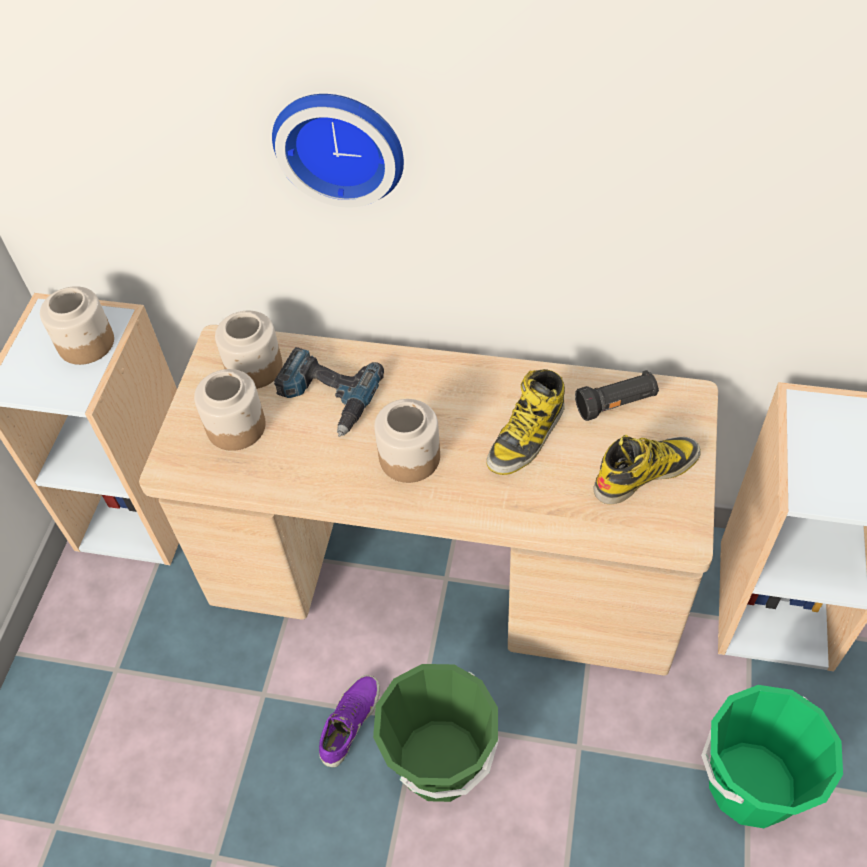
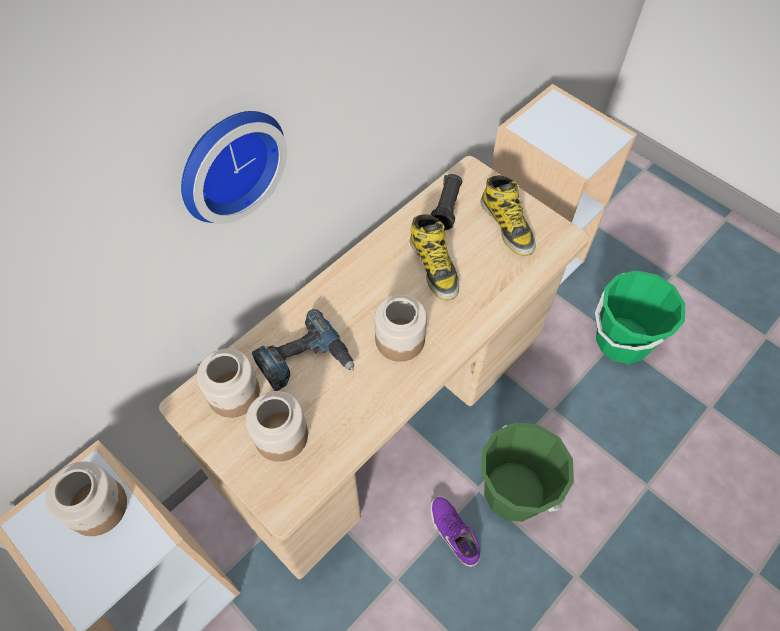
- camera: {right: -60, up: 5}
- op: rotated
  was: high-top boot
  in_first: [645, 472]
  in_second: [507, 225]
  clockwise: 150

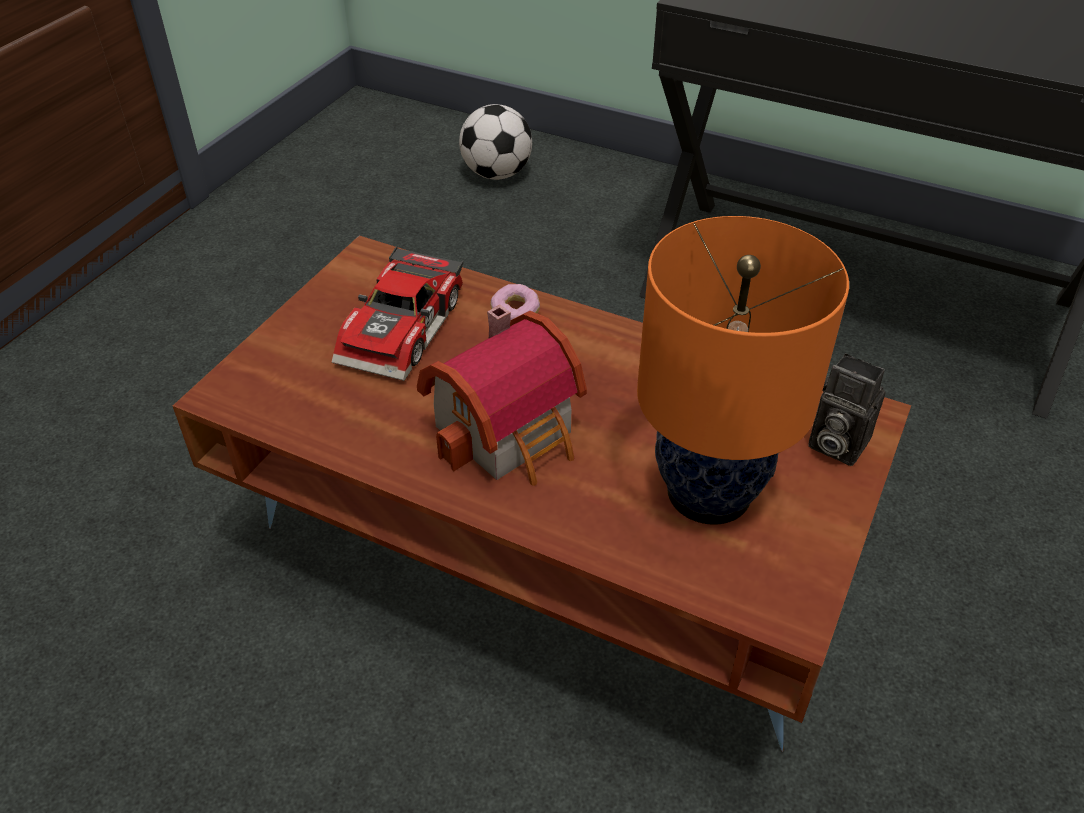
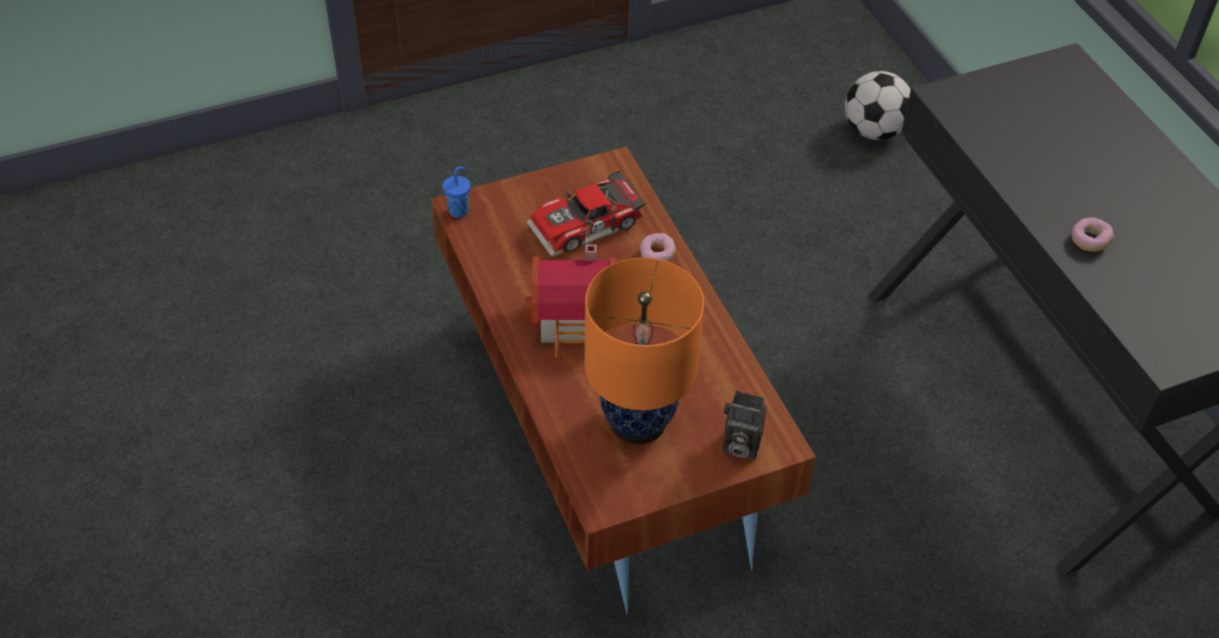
- camera: {right: 40, up: 5}
- op: new
  now: cup in blue
  in_second: [459, 210]
- op: new
  now: doughnut
  in_second: [1089, 241]
- op: rotated
  was: still camera
  in_first: [834, 444]
  in_second: [739, 445]
  clockwise: -60

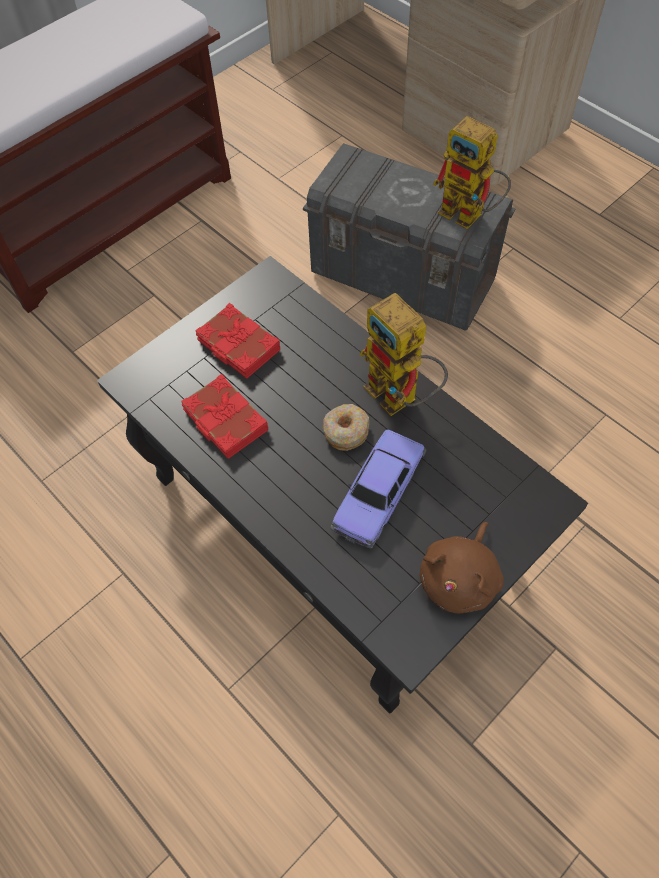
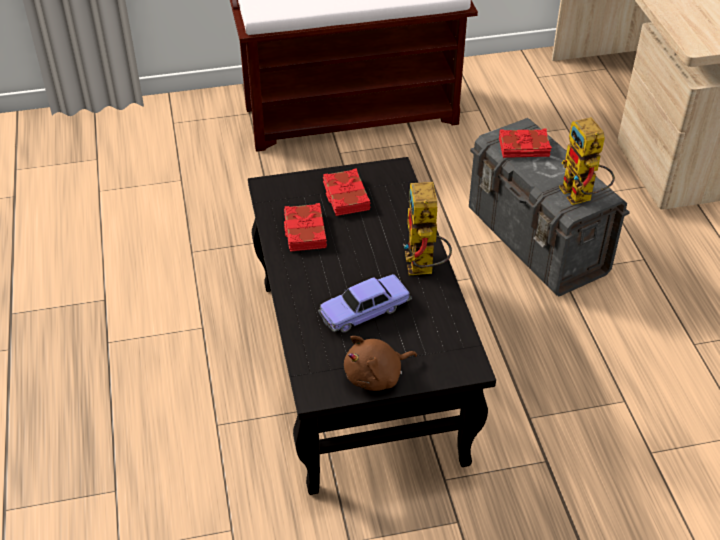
- camera: {right: 30, up: -15}
- op: gone
  was: doughnut
  in_first: [345, 431]
- op: new
  now: book in reddish
  in_second: [524, 148]

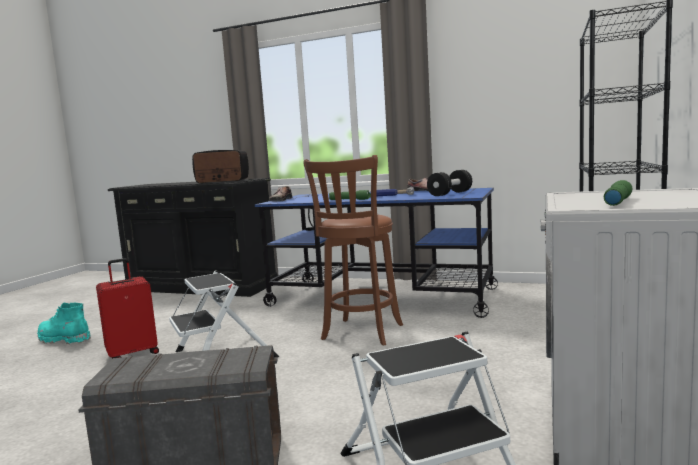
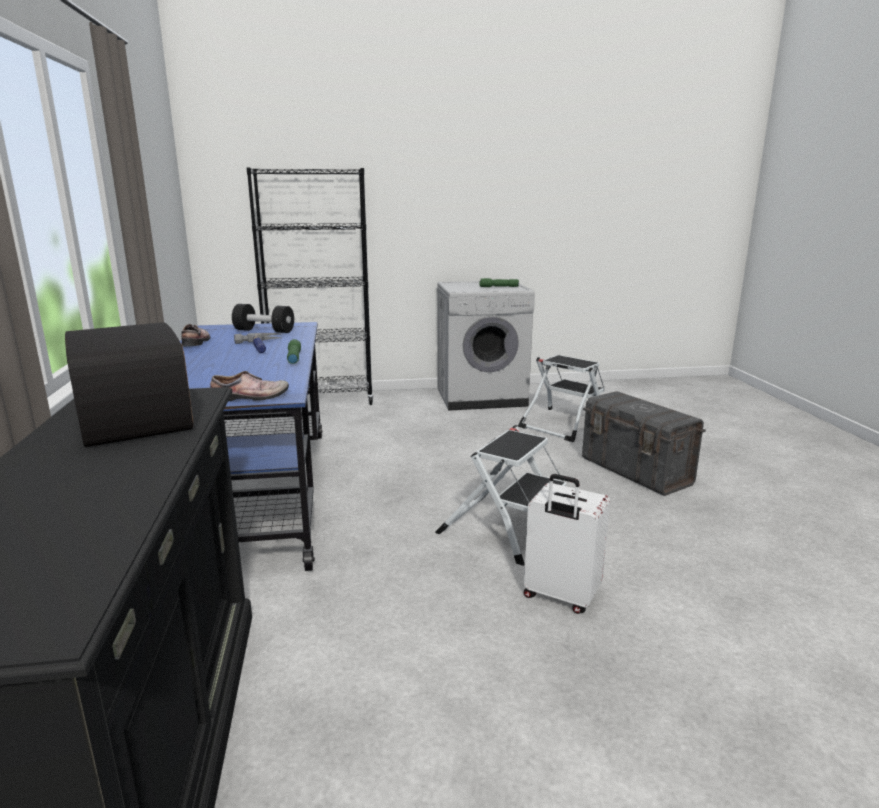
- camera: {right: -120, up: 10}
- op: gone
  was: high-top boot in turquoise-coloured
  in_first: [64, 340]
- op: gone
  was: stool seat in brownish
  in_first: [361, 333]
- op: repainted
  was: suitcase in reddish
  now: suitcase in whitish
  in_first: [133, 354]
  in_second: [560, 596]

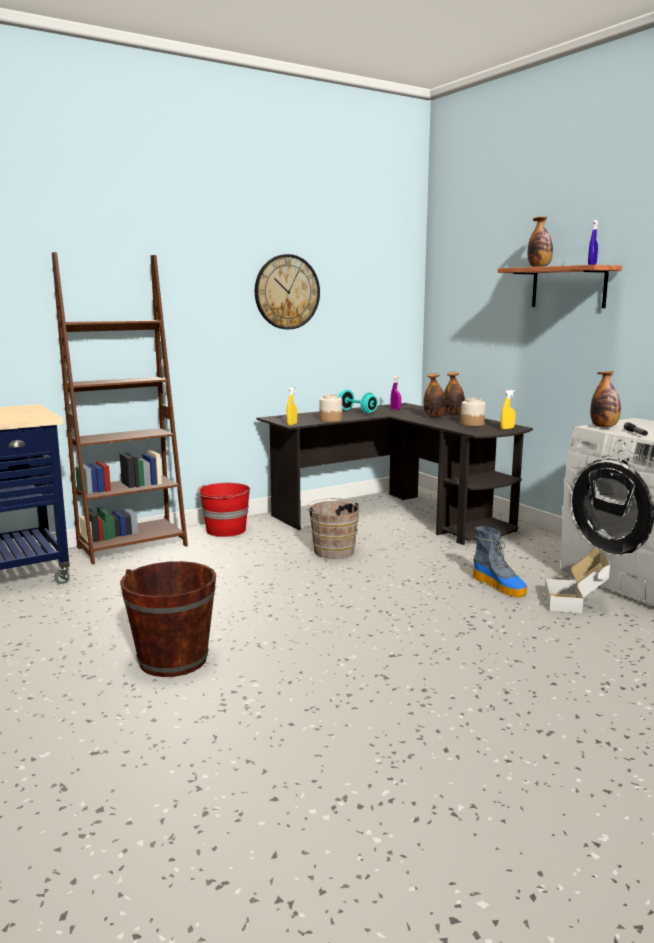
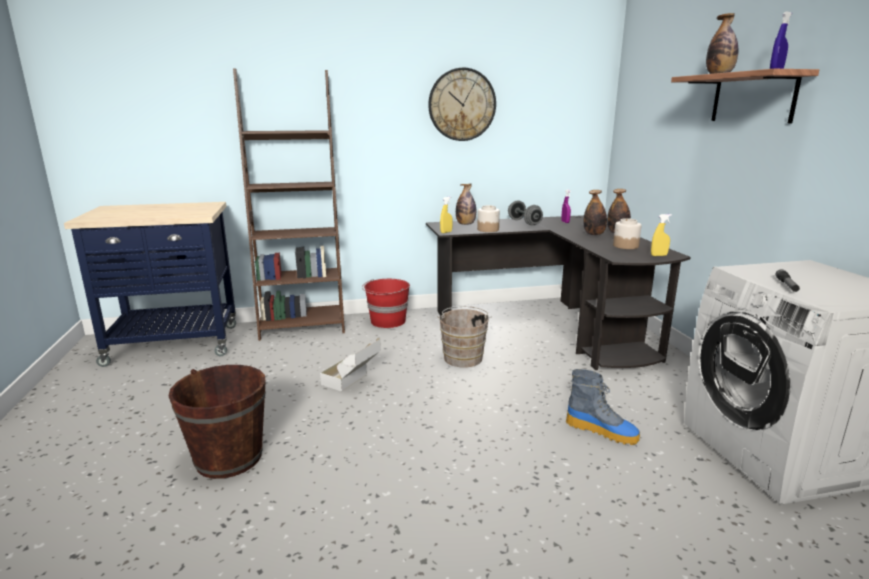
- camera: {right: 20, up: 5}
- op: shifted
  was: carton
  in_first: [575, 603]
  in_second: [352, 382]
- op: shifted
  was: drink bottle
  in_first: [604, 427]
  in_second: [465, 224]
- op: repainted
  was: dumbbell in turquoise-coloured
  now: dumbbell in gray
  in_first: [357, 411]
  in_second: [524, 222]
- op: rotated
  was: high-top boot
  in_first: [499, 586]
  in_second: [602, 431]
  clockwise: -45

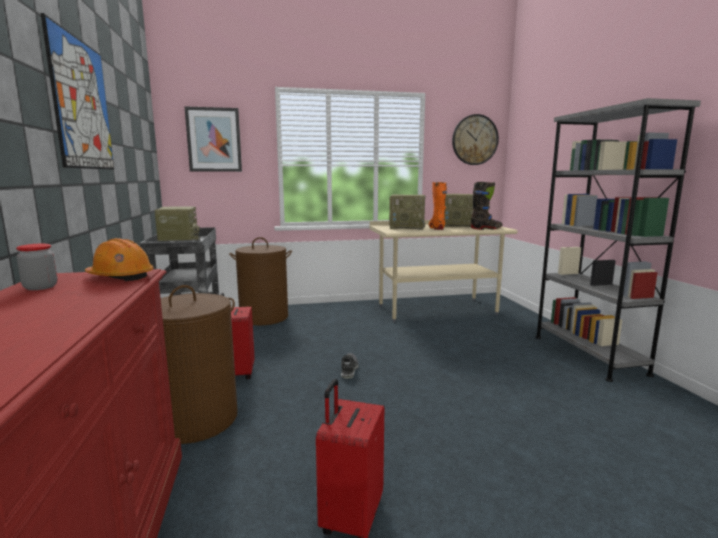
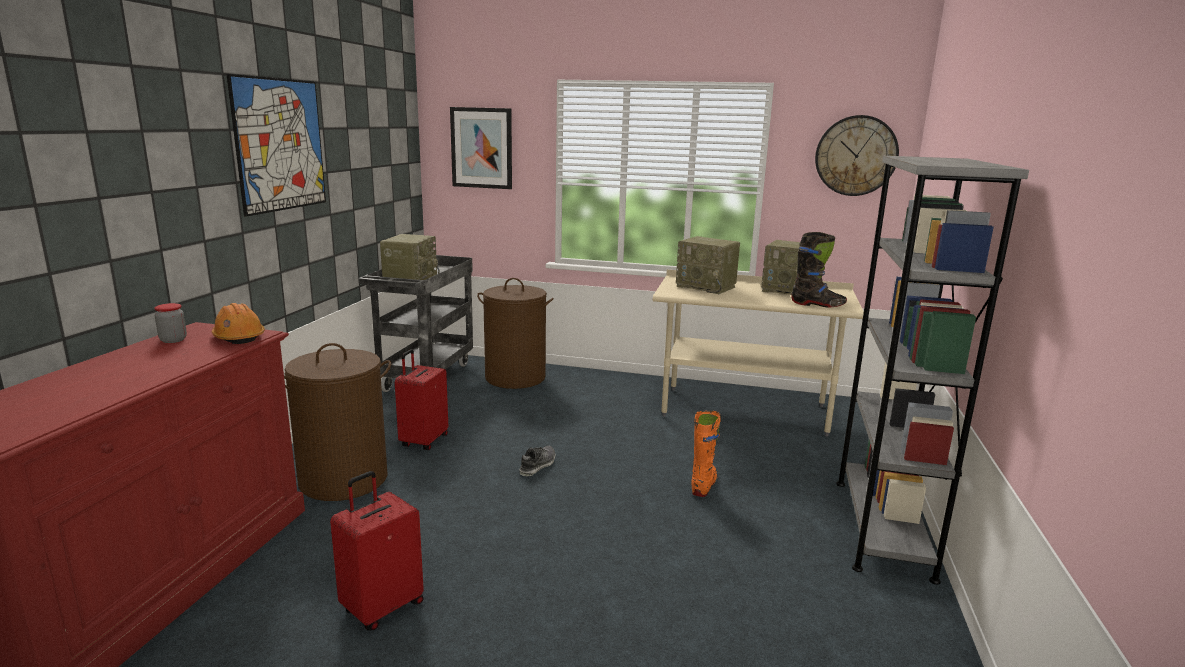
- camera: {right: 25, up: 5}
- op: shifted
  was: high-top boot in orange
  in_first: [436, 228]
  in_second: [704, 485]

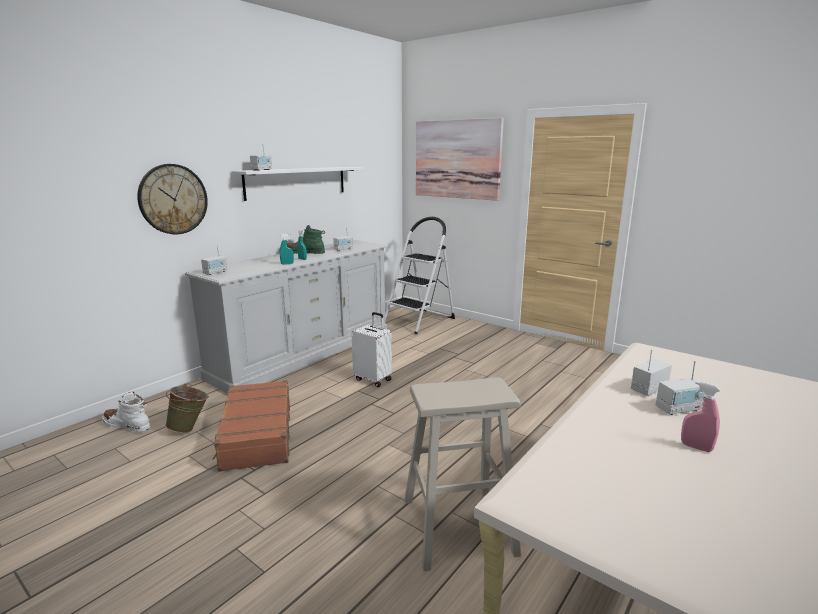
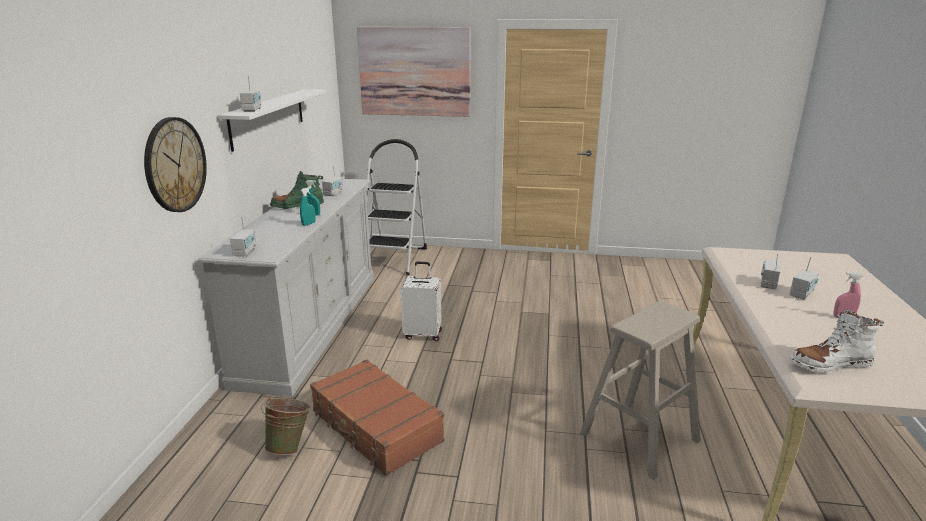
- camera: {right: -30, up: 5}
- op: shifted
  was: high-top boot in whitish
  in_first: [127, 425]
  in_second: [830, 364]

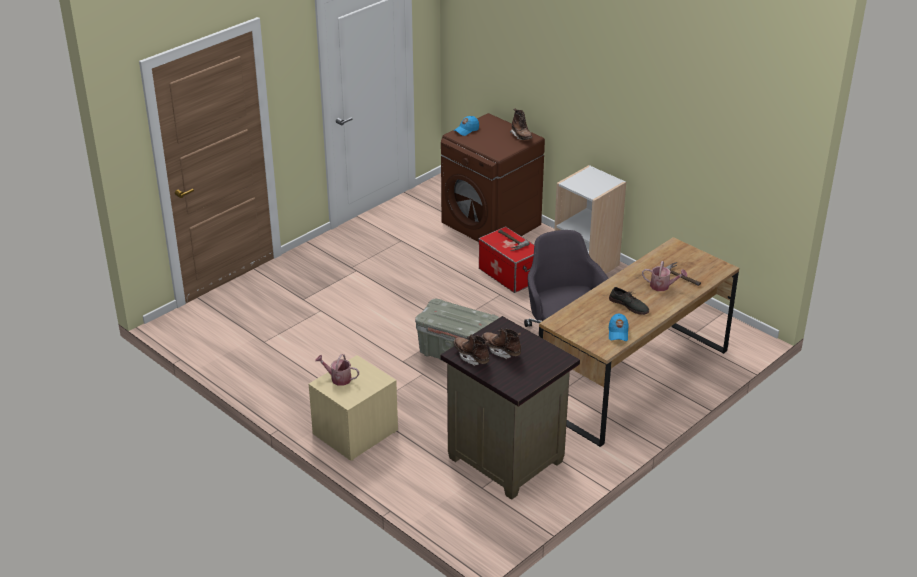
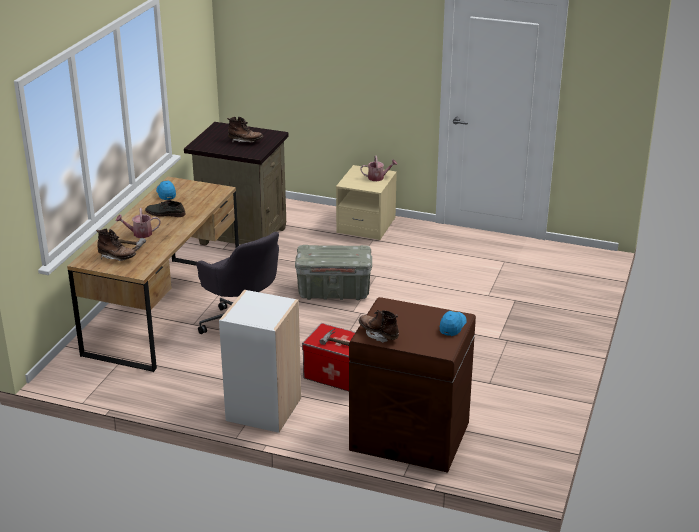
- camera: {right: 155, up: -5}
- op: shifted
  was: high-top boot in brownish
  in_first: [471, 357]
  in_second: [117, 258]

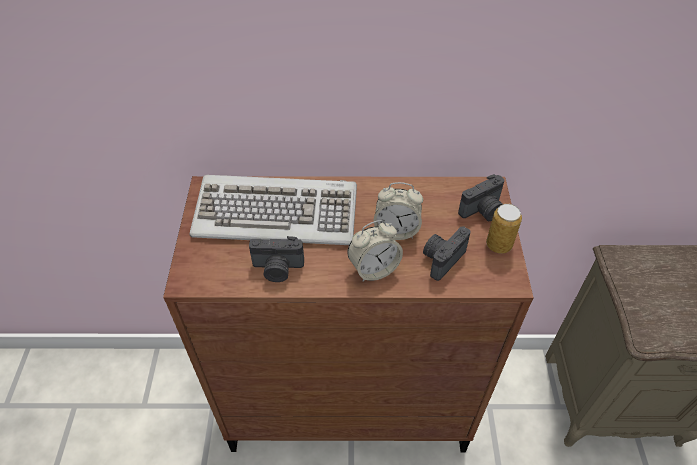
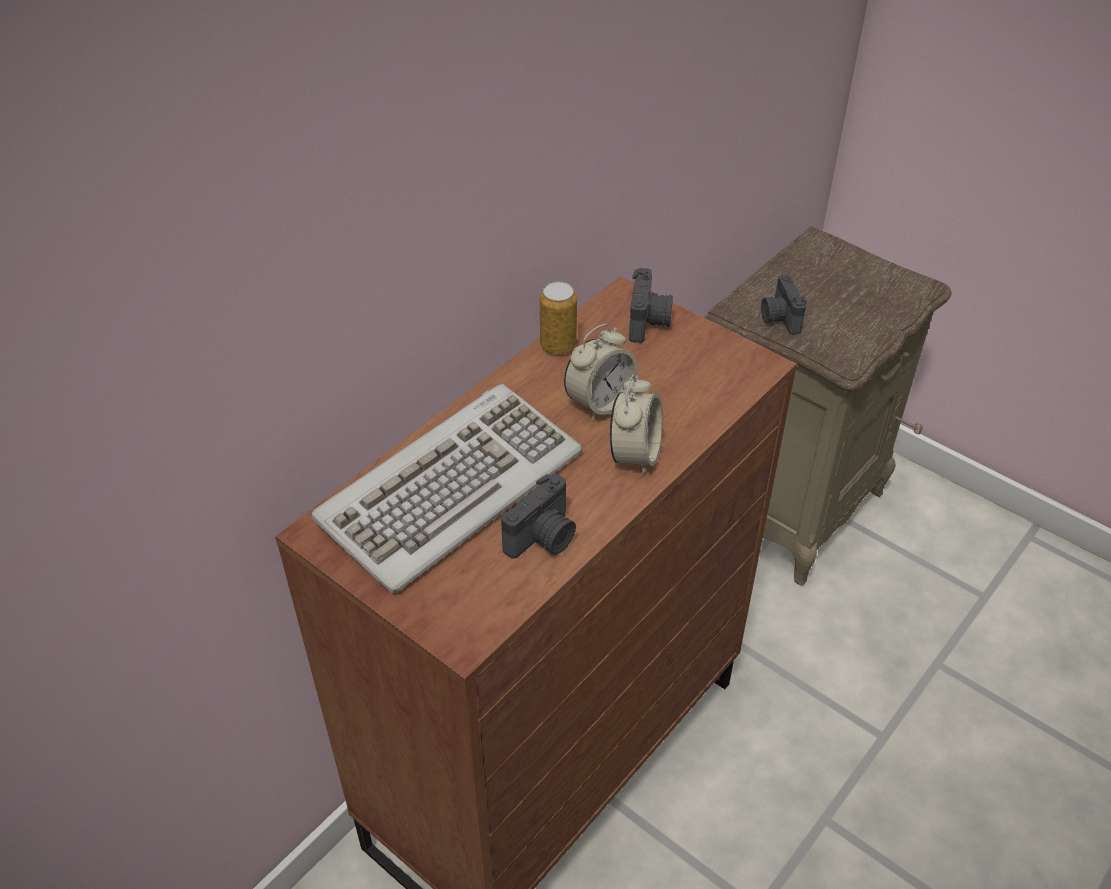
- camera: {right: -50, up: -5}
- op: shifted
  was: still camera
  in_first: [441, 259]
  in_second: [779, 318]
- op: shifted
  was: metal can
  in_first: [498, 245]
  in_second: [558, 345]

